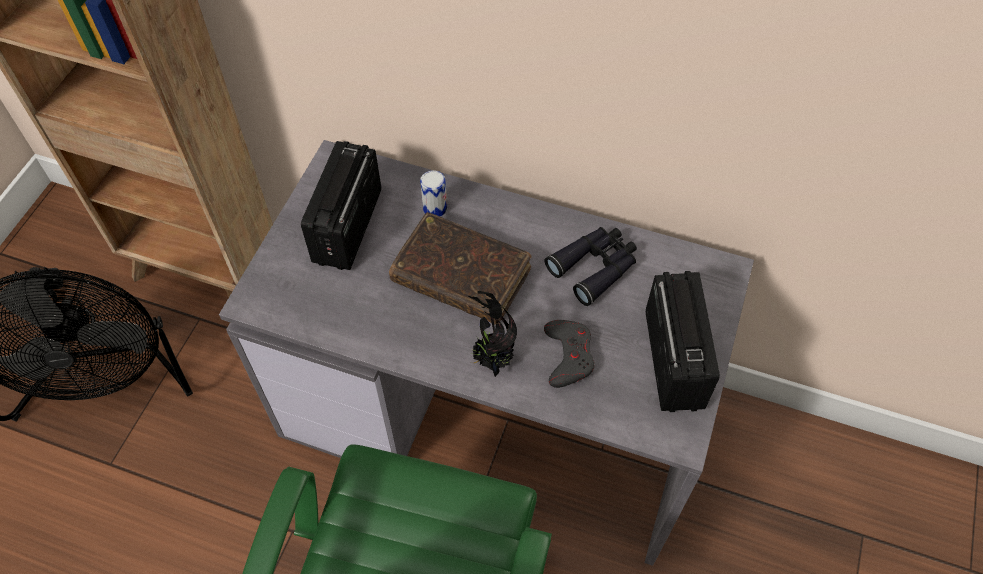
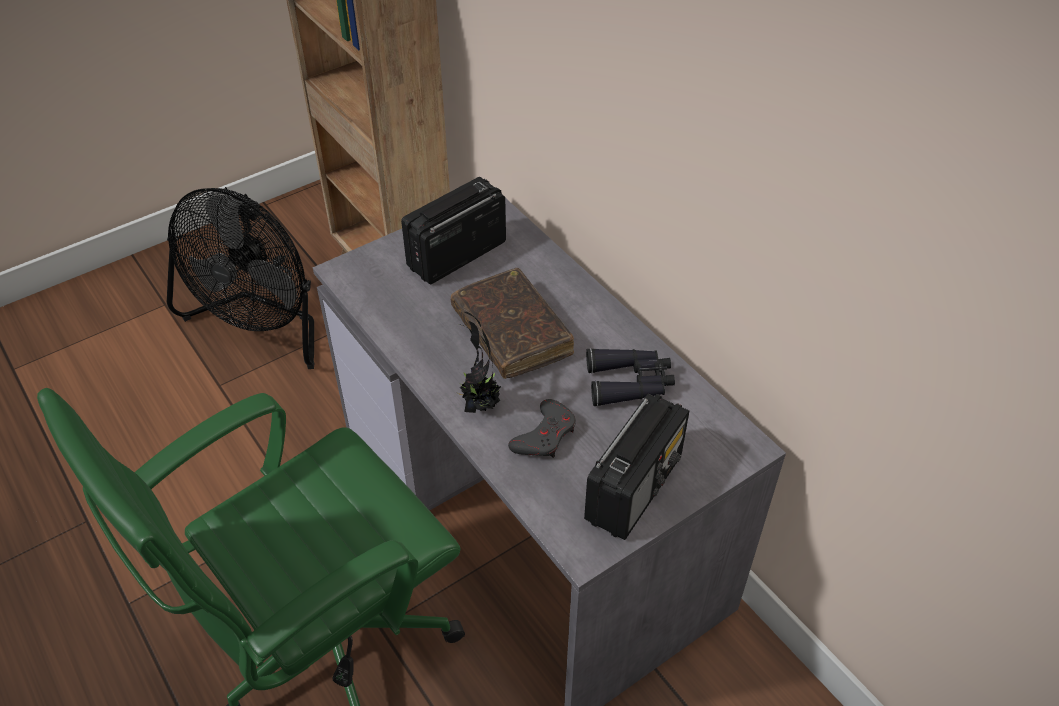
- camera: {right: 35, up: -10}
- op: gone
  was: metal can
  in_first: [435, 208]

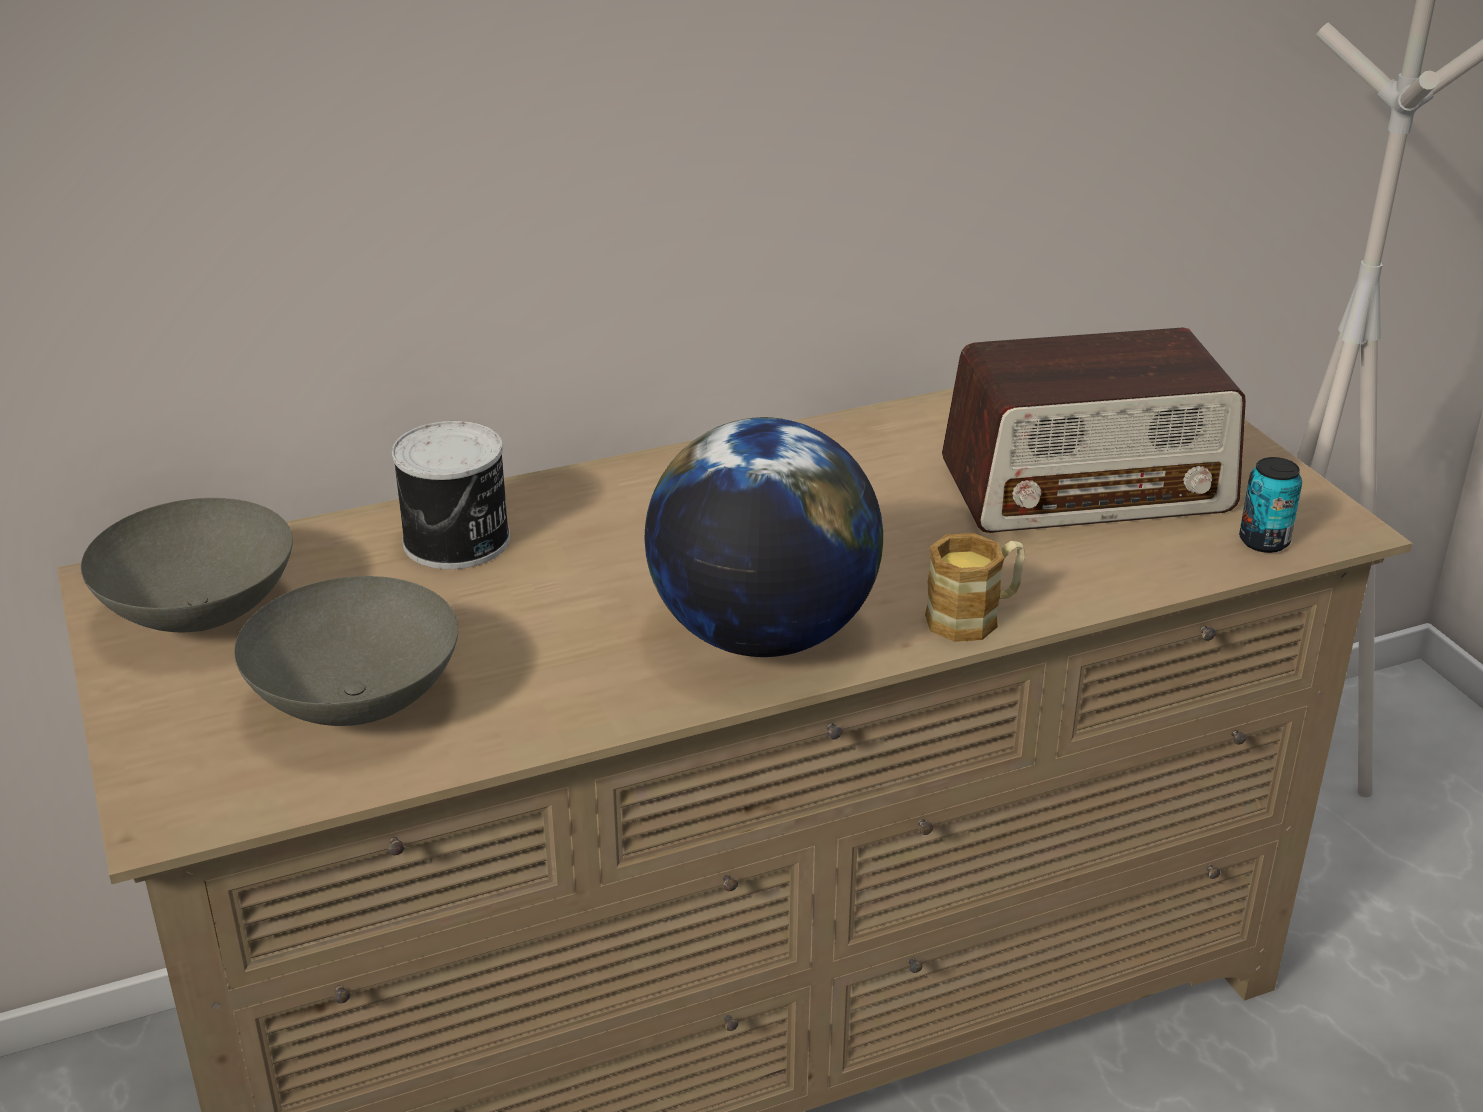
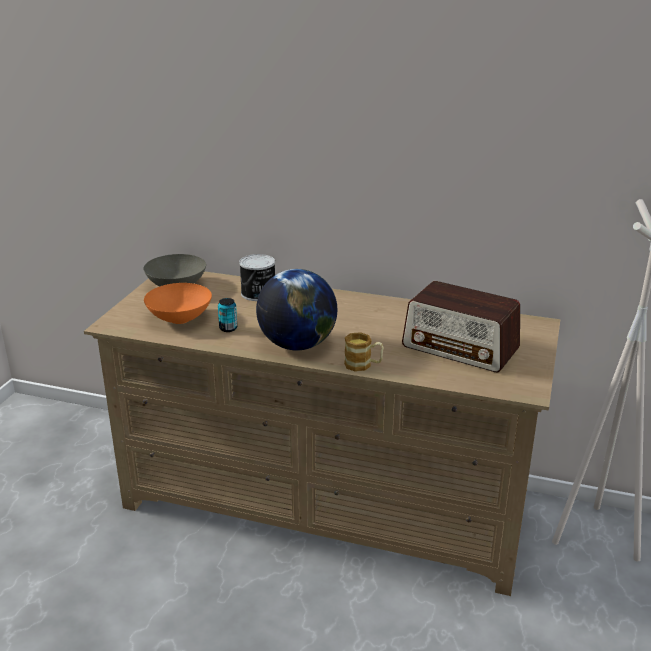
- camera: {right: 40, up: -5}
- op: shifted
  was: metal can
  in_first: [1264, 541]
  in_second: [228, 328]
- op: repainted
  was: serving bowl in gray
  now: serving bowl in orange
  in_first: [353, 703]
  in_second: [179, 319]

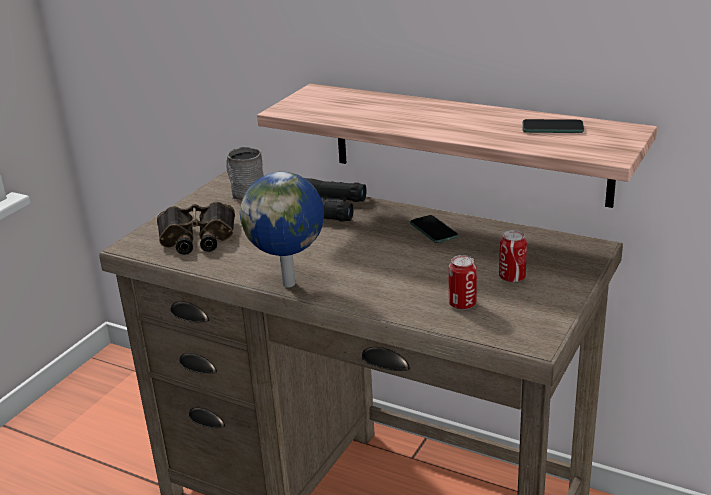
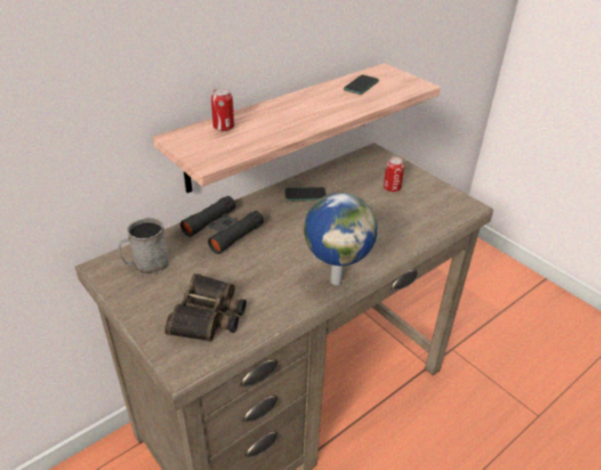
- camera: {right: -70, up: 10}
- op: shifted
  was: metal can
  in_first: [462, 304]
  in_second: [223, 127]

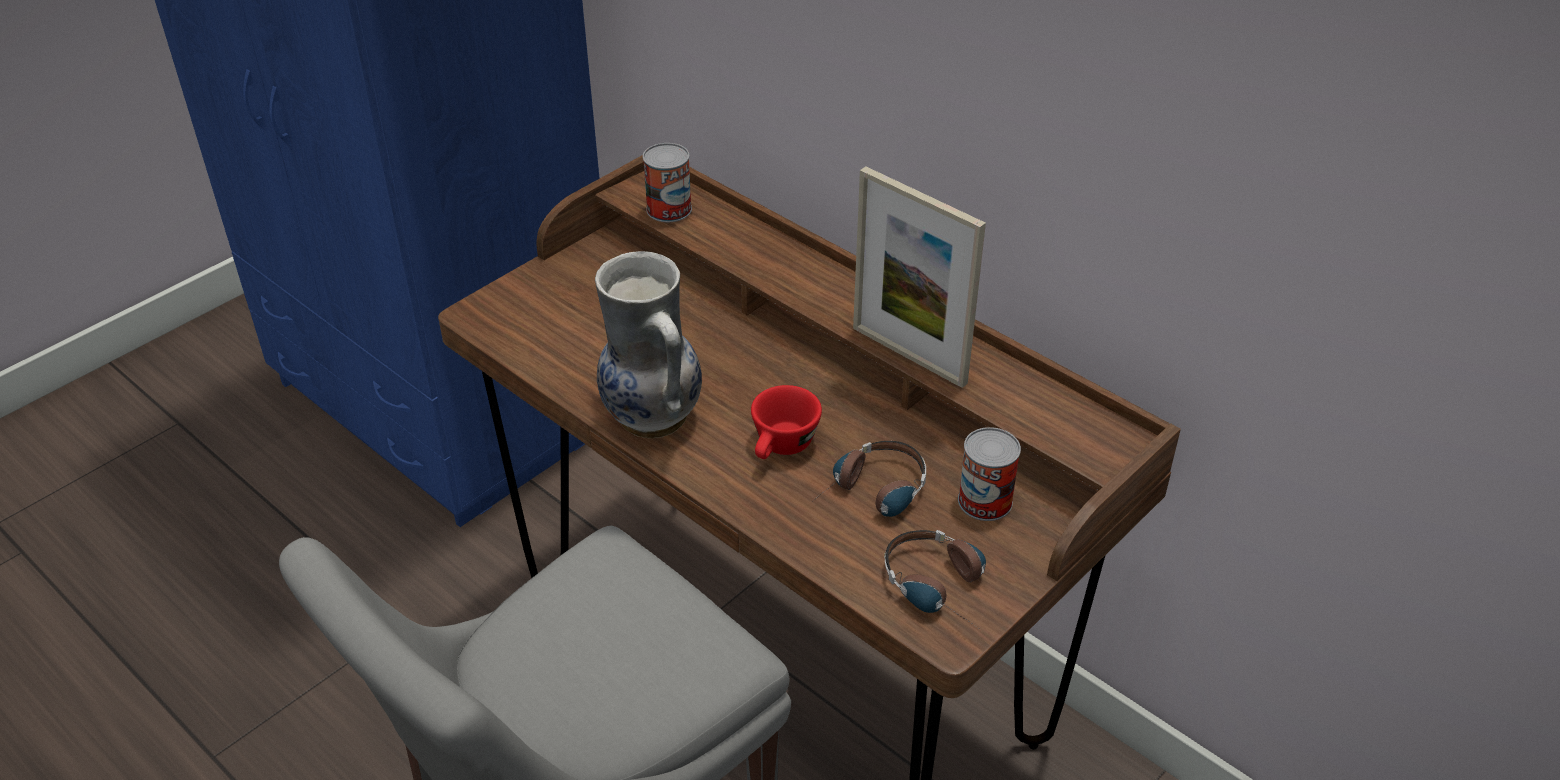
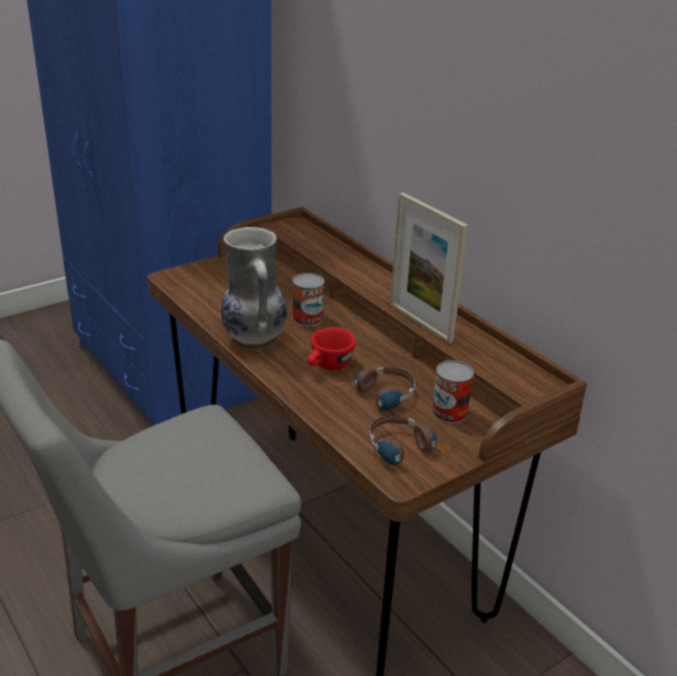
- camera: {right: 10, up: -10}
- op: shifted
  was: metal can
  in_first: [669, 209]
  in_second: [307, 318]

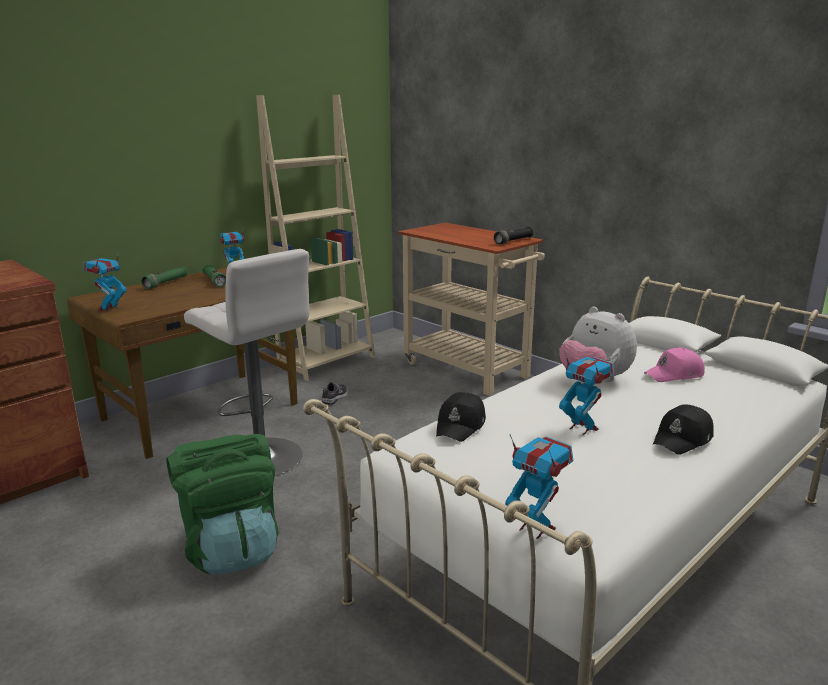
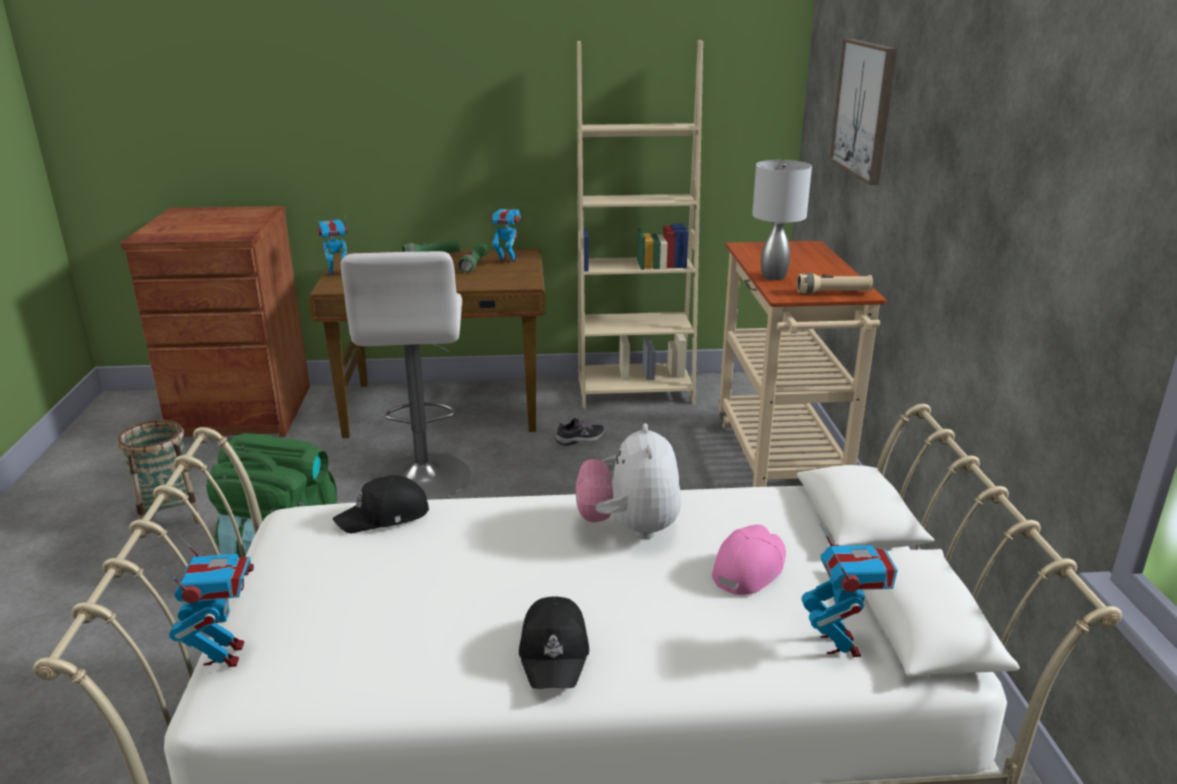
- camera: {right: 40, up: 5}
- op: new
  now: household basket
  in_second: [169, 516]
- op: new
  now: lamp for a table in gray
  in_second: [773, 277]
- op: new
  now: wall picture
  in_second: [865, 109]
- op: shifted
  was: robot figure
  in_first: [582, 428]
  in_second: [840, 644]
- op: repainted
  was: flashlight in black-coloured
  now: flashlight in sand-coloured
  in_first: [513, 241]
  in_second: [833, 293]
- op: rotated
  was: peaked cap in pink
  in_first: [674, 375]
  in_second: [749, 568]
  clockwise: 105
- op: rotated
  was: peaked cap in black-coloured
  in_first: [683, 439]
  in_second: [555, 652]
  clockwise: -90

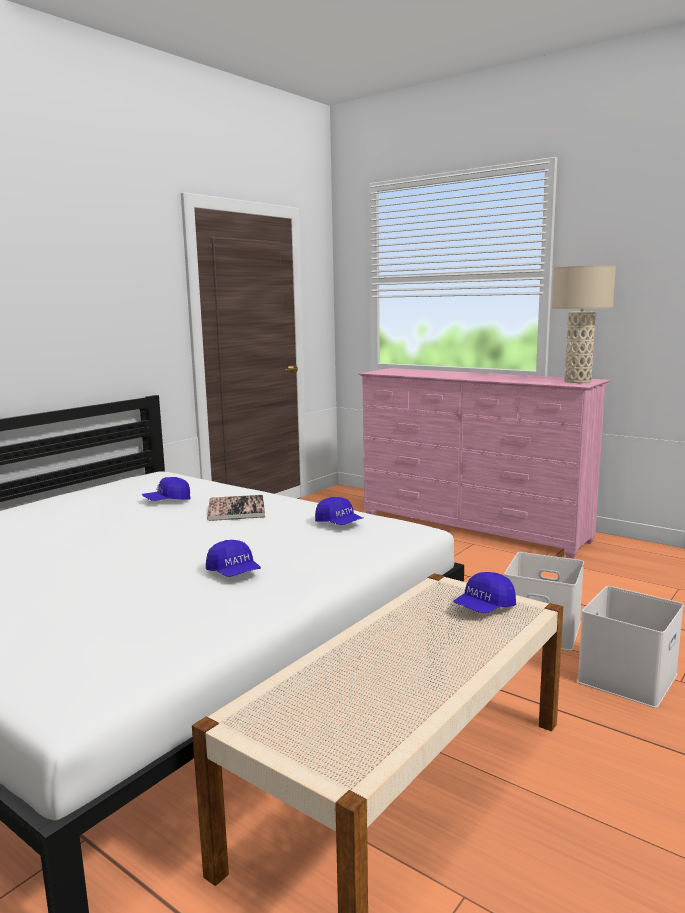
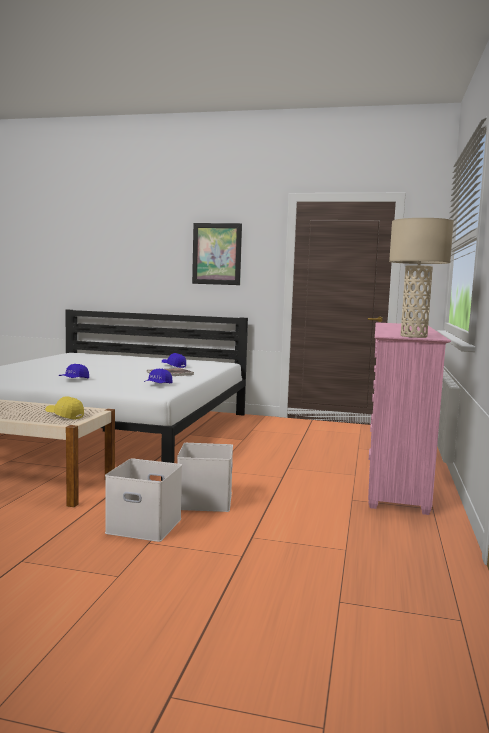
- camera: {right: 65, up: -5}
- op: new
  now: wall picture
  in_second: [217, 254]
- op: repainted
  was: peaked cap in blue
  now: peaked cap in yellowish
  in_first: [484, 608]
  in_second: [64, 416]

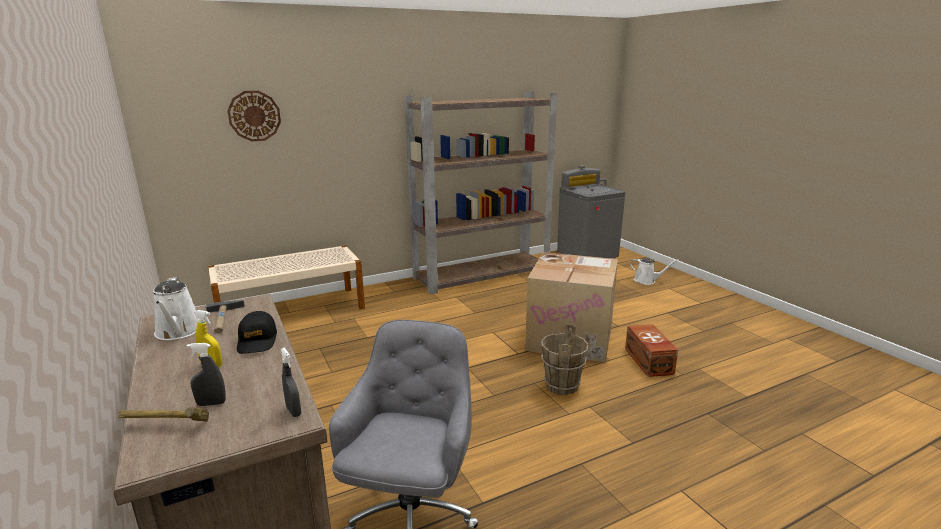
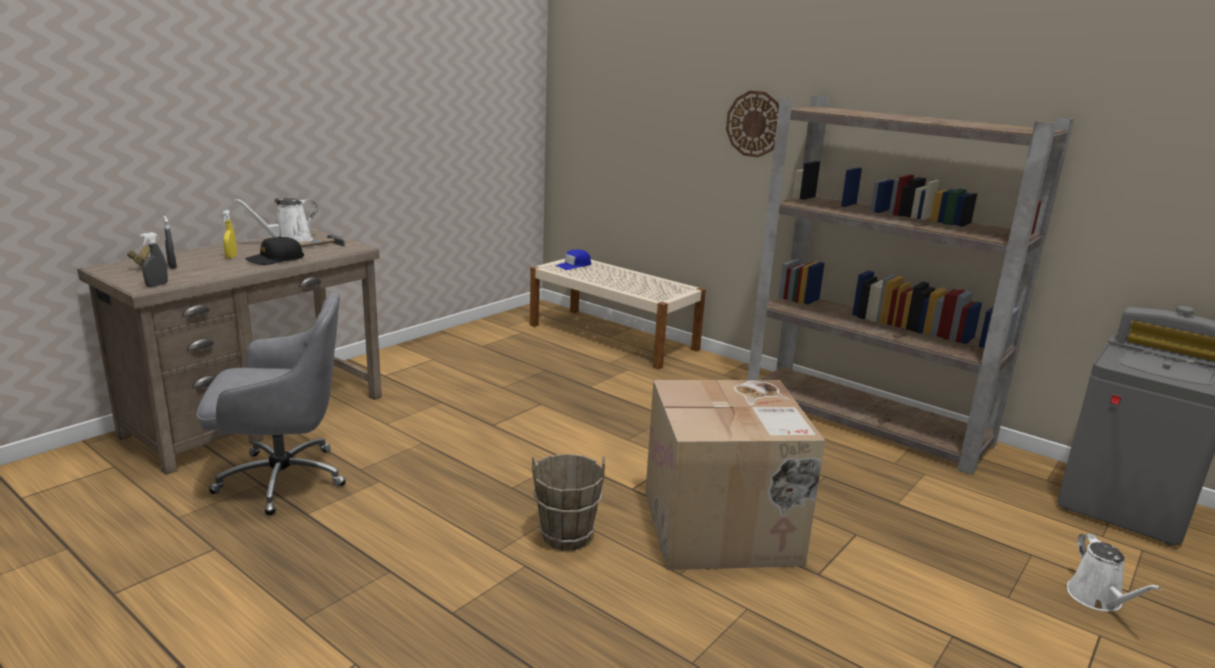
- camera: {right: 65, up: 0}
- op: gone
  was: storage container in brownish
  in_first: [648, 361]
- op: new
  now: peaked cap in blue
  in_second: [574, 265]
- op: shifted
  was: hanging clock
  in_first: [254, 116]
  in_second: [755, 124]

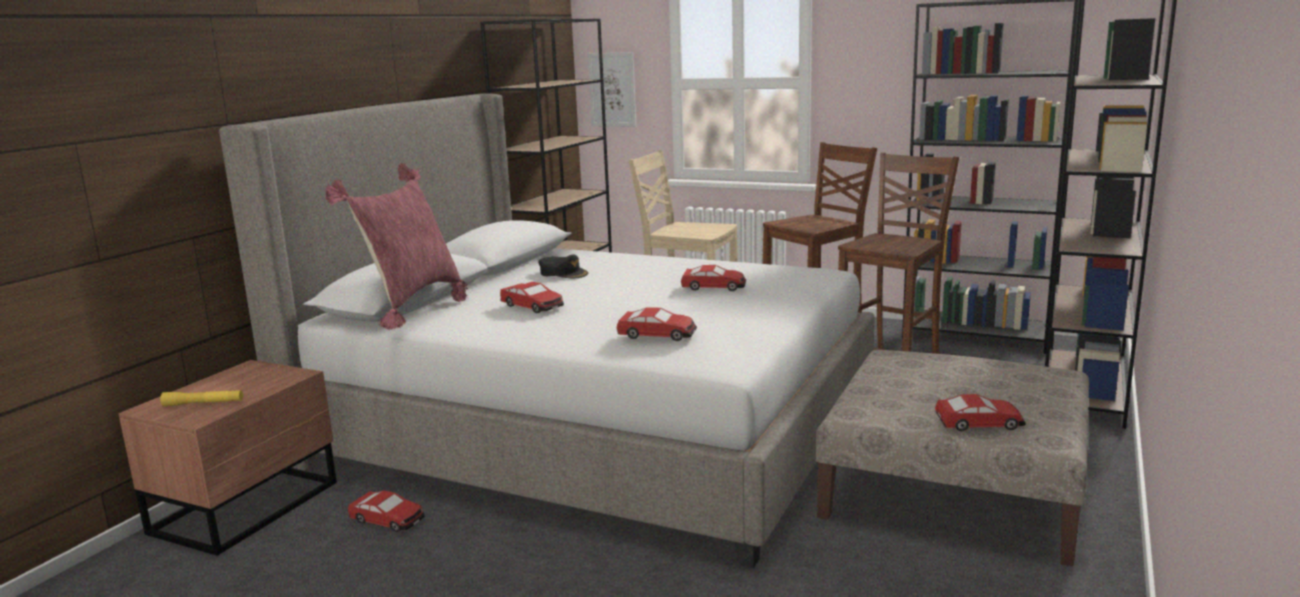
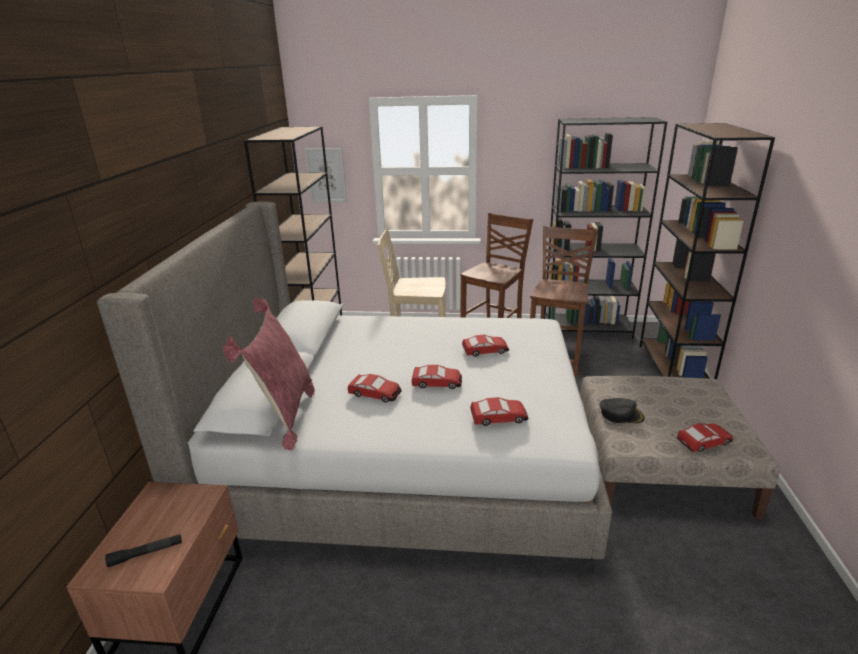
- camera: {right: -20, up: 10}
- op: shifted
  was: miniature car
  in_first: [387, 520]
  in_second: [437, 383]
- op: shifted
  was: peaked cap in black-coloured
  in_first: [563, 273]
  in_second: [621, 414]
- op: repainted
  was: flashlight in yellowish
  now: flashlight in black-coloured
  in_first: [203, 404]
  in_second: [146, 553]

